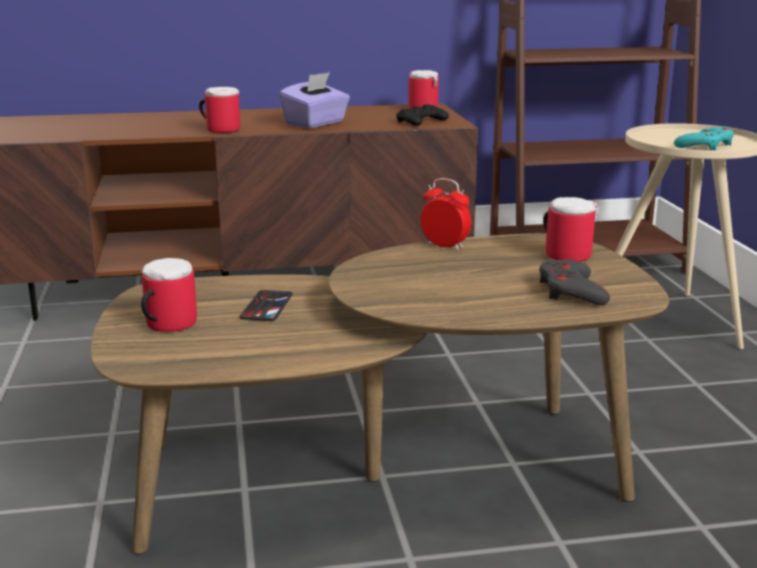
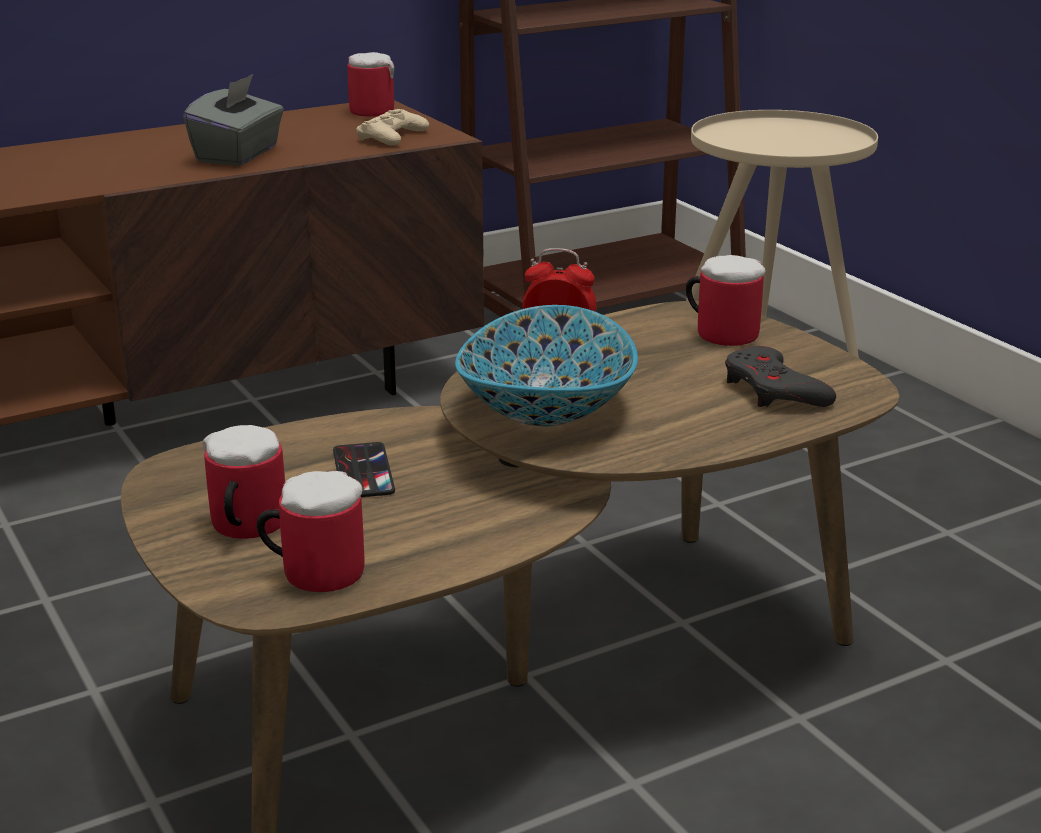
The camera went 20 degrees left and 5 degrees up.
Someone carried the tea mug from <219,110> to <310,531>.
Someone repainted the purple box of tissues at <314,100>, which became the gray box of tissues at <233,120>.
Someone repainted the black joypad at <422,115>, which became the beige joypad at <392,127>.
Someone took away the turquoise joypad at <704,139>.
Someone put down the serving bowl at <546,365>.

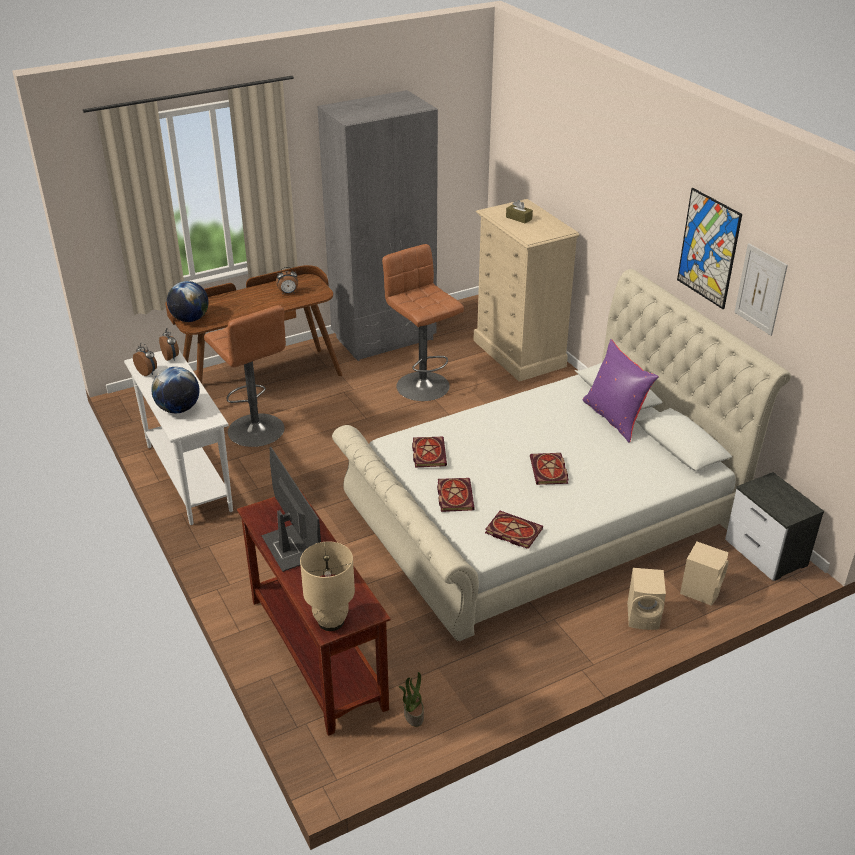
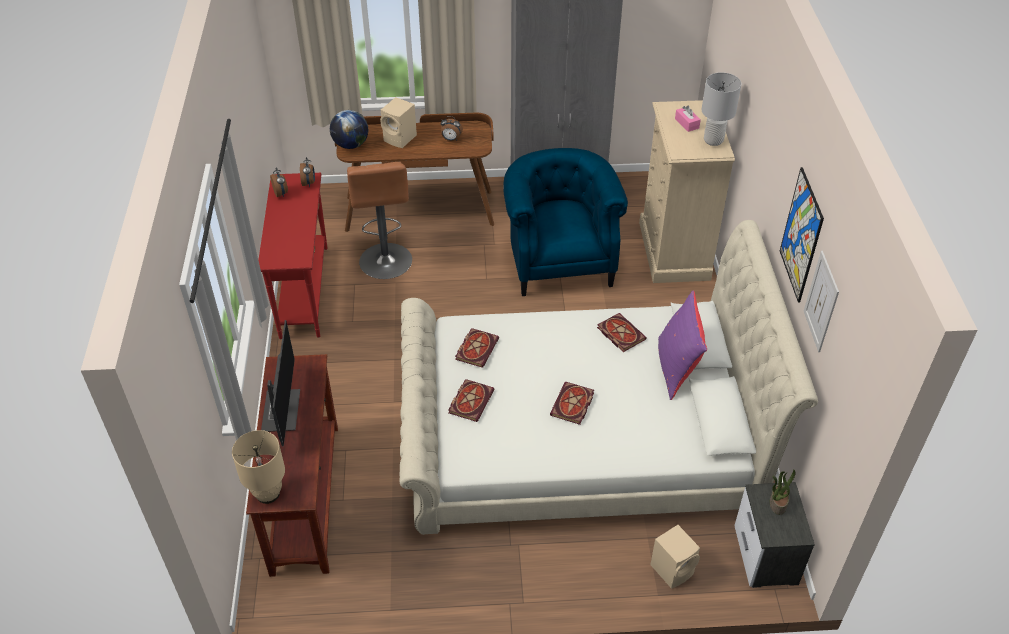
The camera went 25 degrees right and 10 degrees up.
Someone repainted the white-coloured console table at <178,438>, which became the red console table at <293,256>.
Someone took away the desk globe at <175,390>.
Someone swapped the brownish sitting stool at <423,322> for the bluish lounge chair at <565,222>.
Someone carried the houseplant from <411,699> to <783,492>.
Someone carried the volume from <514,530> to <622,332>.
Someone repainted the brownish box of tissues at <519,211>, which became the pink-coloured box of tissues at <688,119>.
Someone carried the beige loudspeaker from <646,599> to <398,122>.
Someone put down the gray table lamp at <721,109>.

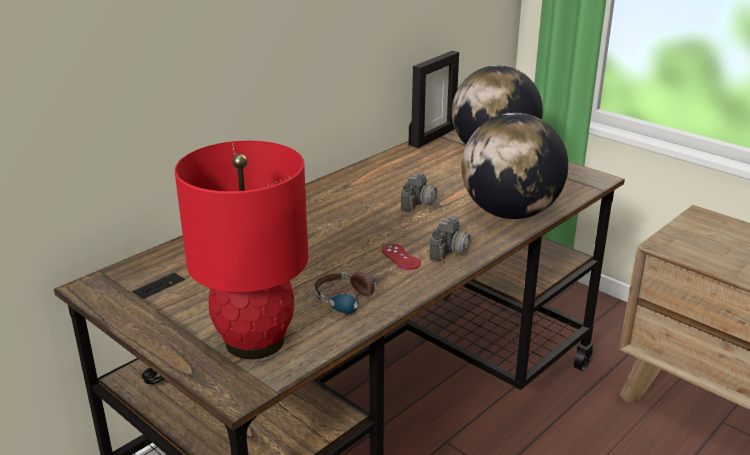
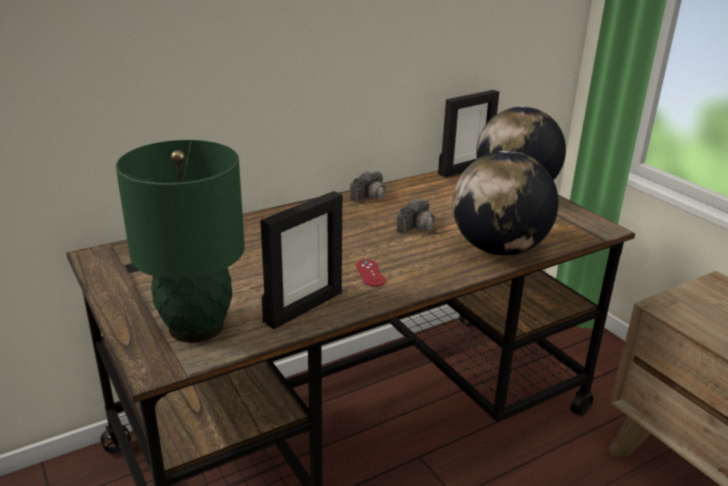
The camera went 15 degrees right and 0 degrees up.
Someone repainted the red table lamp at <241,250>, which became the green-coloured table lamp at <180,241>.
Someone swapped the pair of headphones at <347,293> for the standing frame at <301,260>.
Someone carried the still camera from <454,241> to <374,188>.

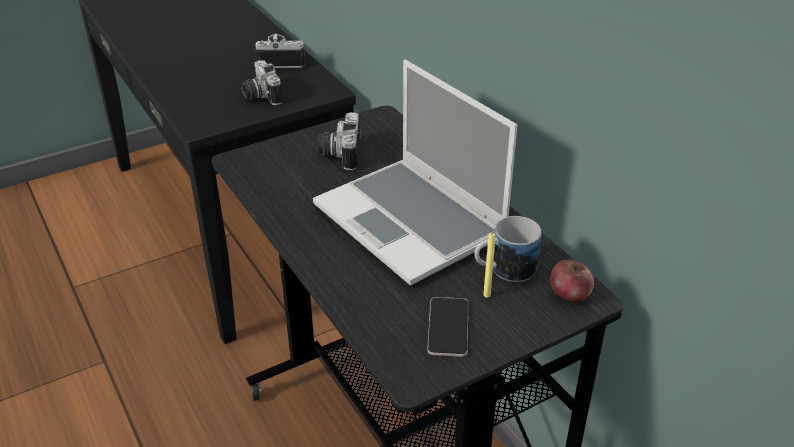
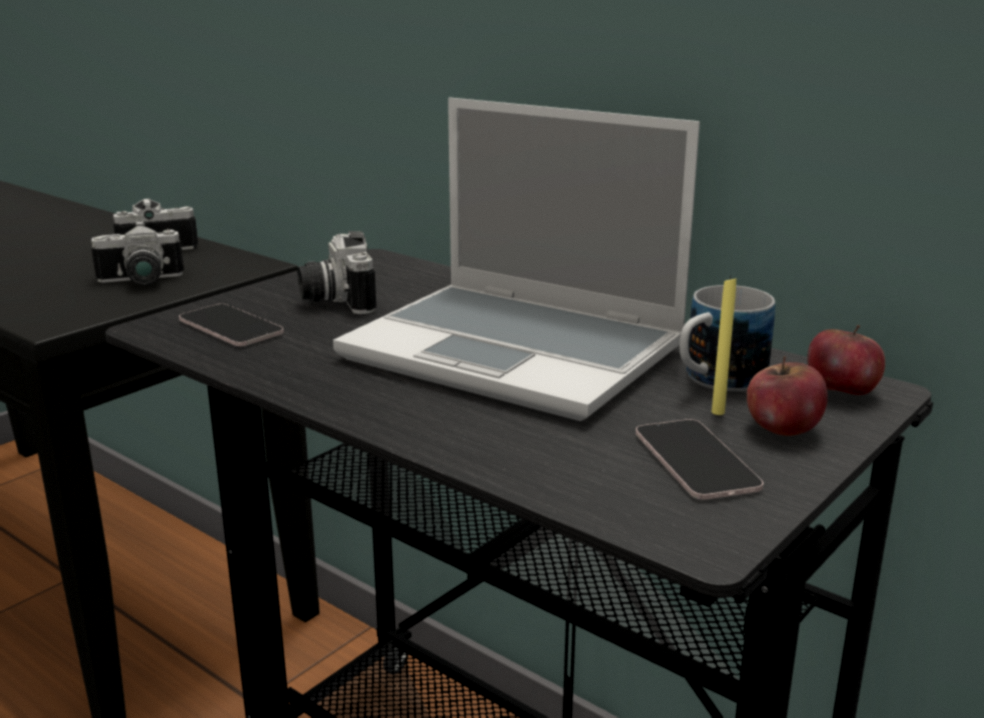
The camera went 20 degrees left and 15 degrees down.
Someone rotated the still camera at <262,82> by 60 degrees counterclockwise.
Someone put down the handset at <231,325>.
Someone put down the apple at <787,396>.

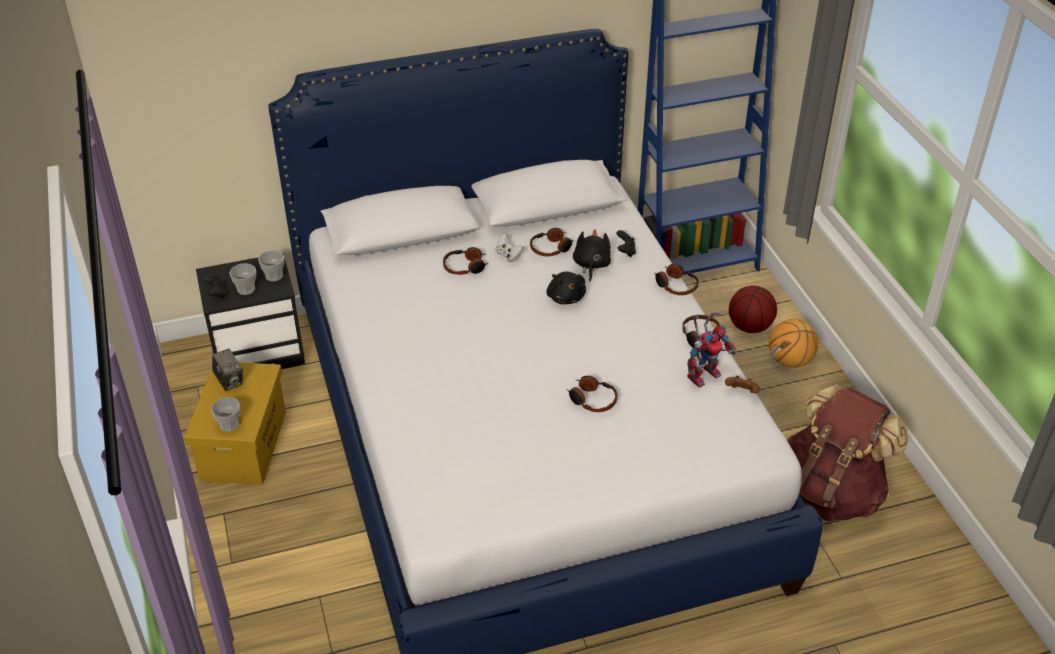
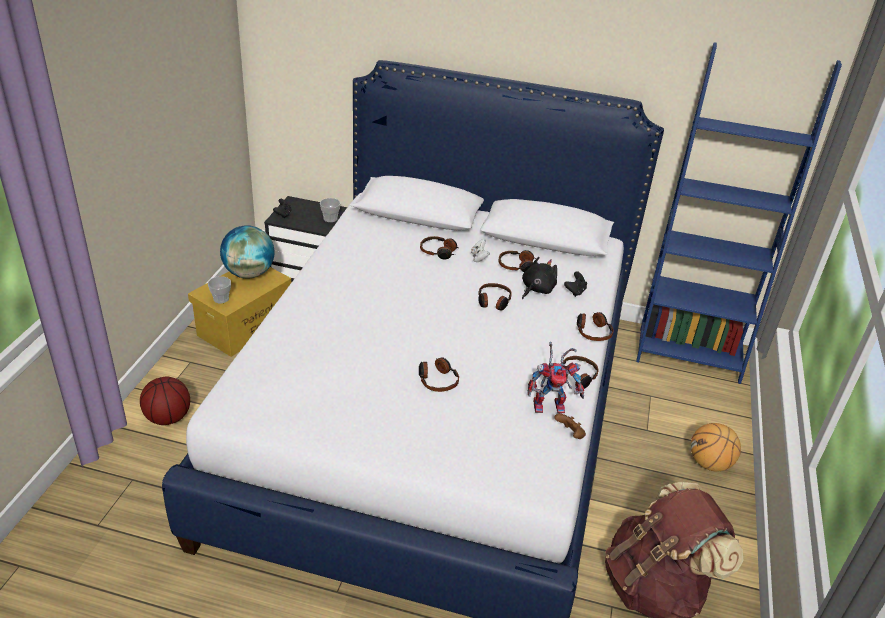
The camera went 30 degrees right and 5 degrees down.
Someone swapped the still camera at <227,370> for the desk globe at <247,252>.
Someone took away the small cup at <243,279>.
Someone swapped the black soft toy at <566,287> for the pair of headphones at <495,297>.
Someone carried the basketball ball from <753,309> to <165,401>.

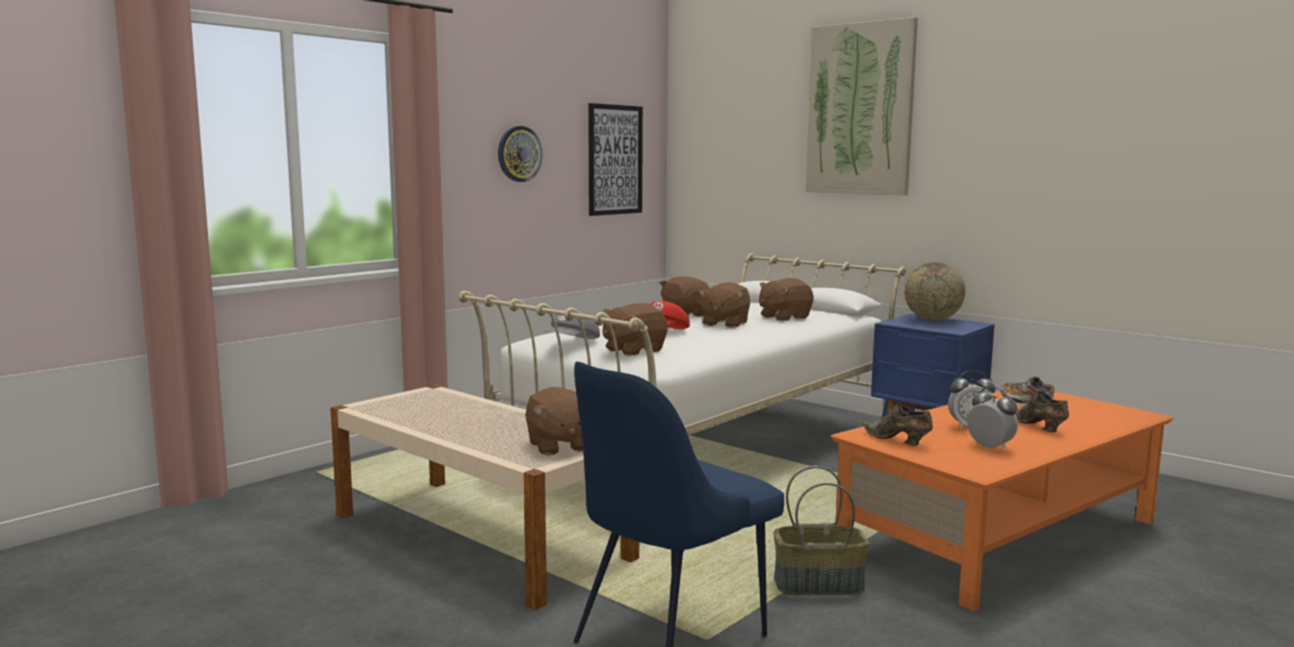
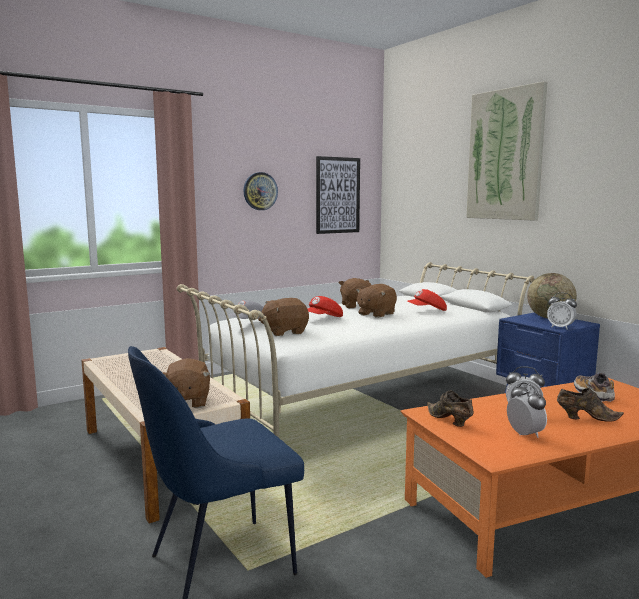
The camera went 15 degrees right and 0 degrees up.
Someone swapped the brownish soft toy at <786,299> for the red baseball cap at <427,300>.
Someone took away the storage basket at <821,530>.
Someone rotated the brownish item of footwear at <1042,411> by 105 degrees clockwise.
Someone put down the bedside clock at <562,311>.

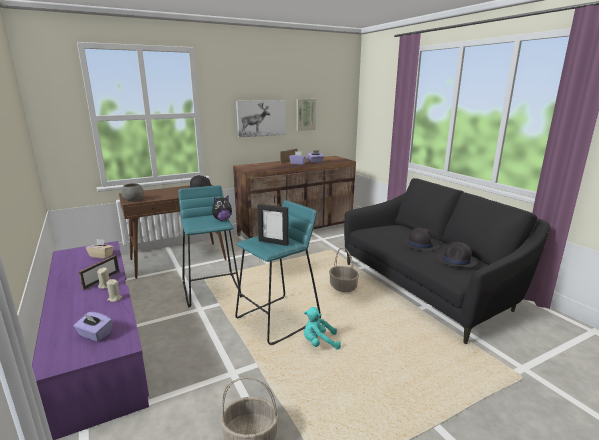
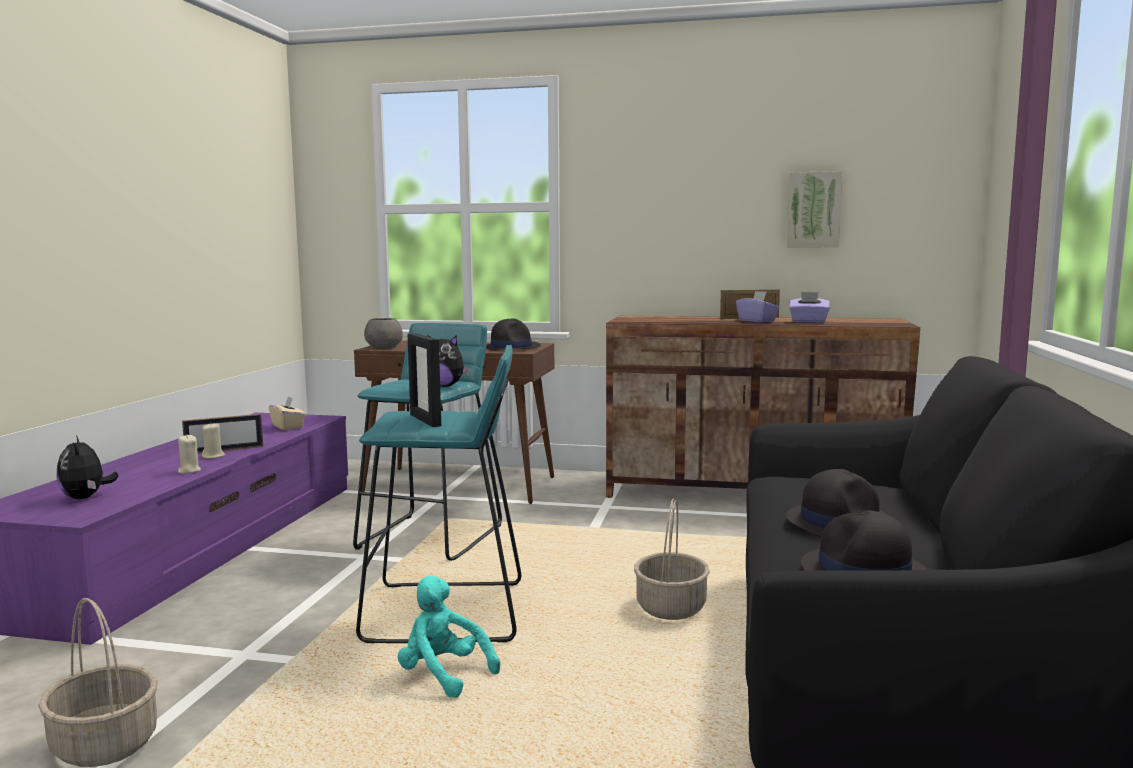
The camera went 40 degrees right and 10 degrees down.
Someone swapped the purple box of tissues at <93,327> for the soft toy at <87,467>.
Someone took away the picture at <260,119>.

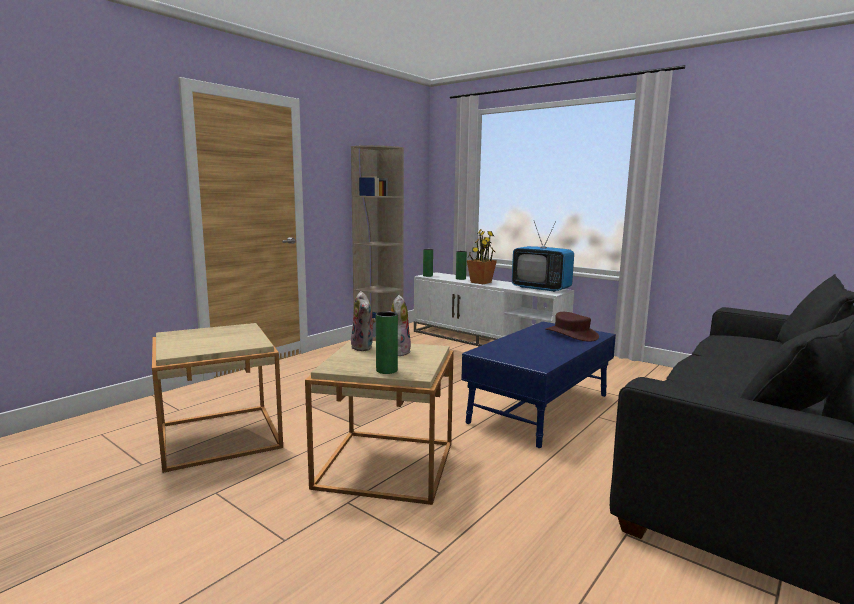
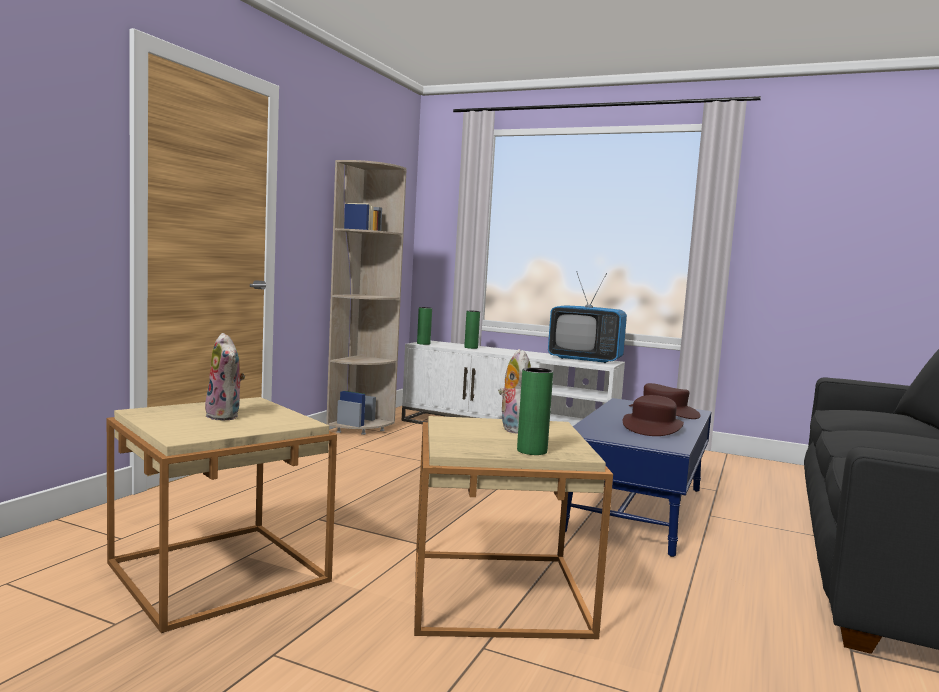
The camera went 15 degrees left and 5 degrees down.
Someone carried the soft toy from <363,321> to <225,377>.
Someone took away the houseplant at <482,256>.
Someone put down the brownish clothing hat at <653,415>.

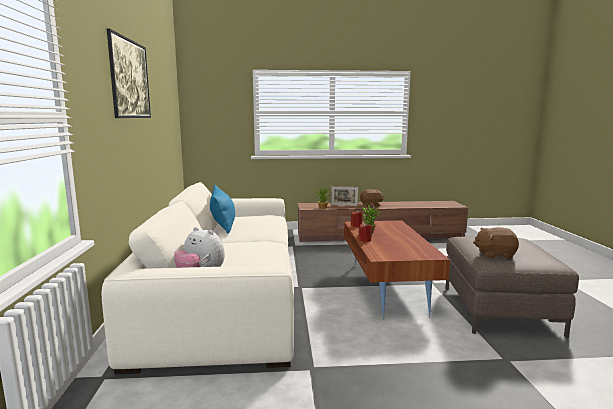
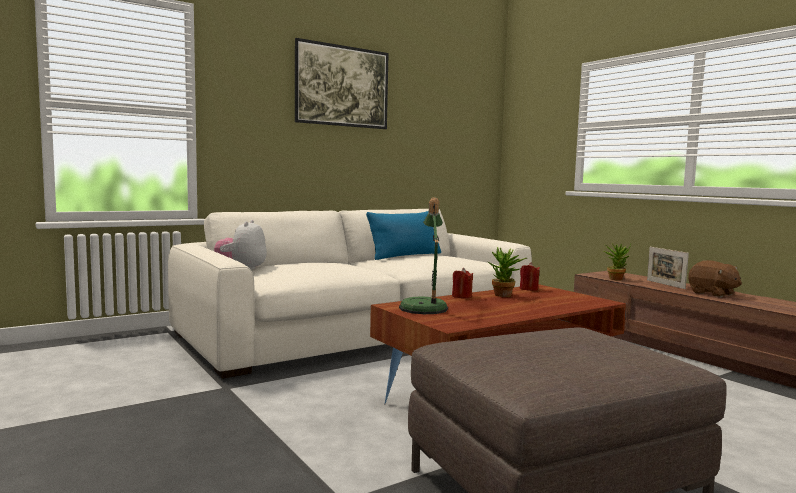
The camera went 60 degrees right and 5 degrees down.
Someone took away the brownish soft toy at <496,243>.
Someone put down the table lamp at <423,255>.

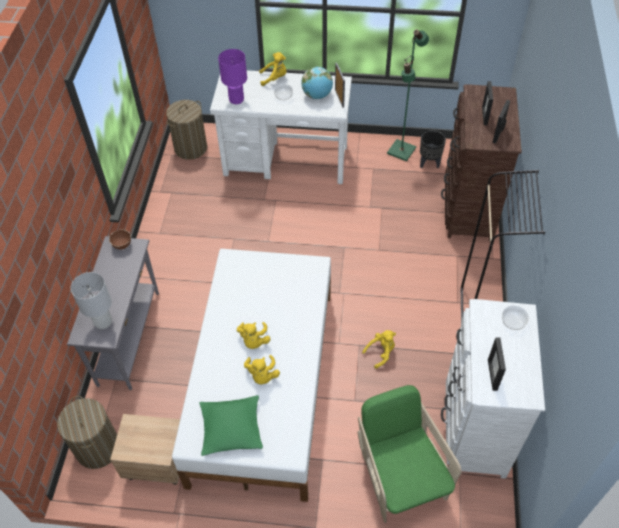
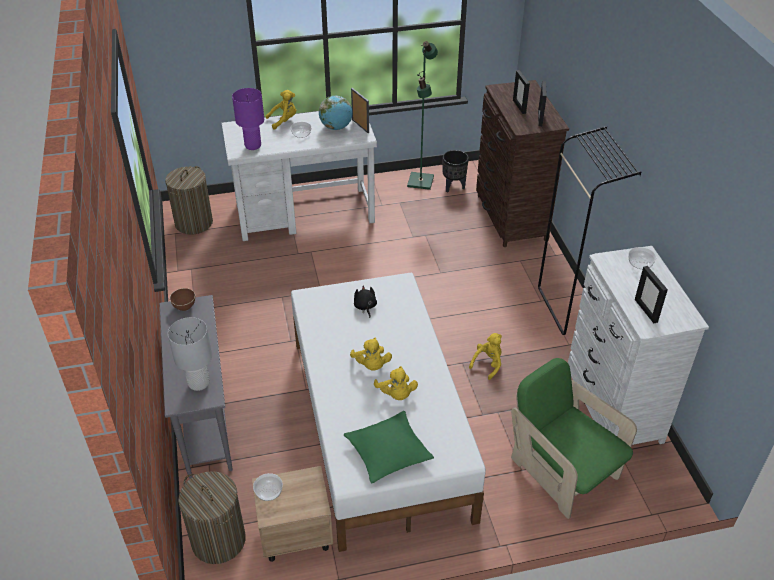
The camera went 20 degrees left and 10 degrees down.
Someone put down the serving bowl at <268,487>.
Someone put down the black soft toy at <365,302>.

